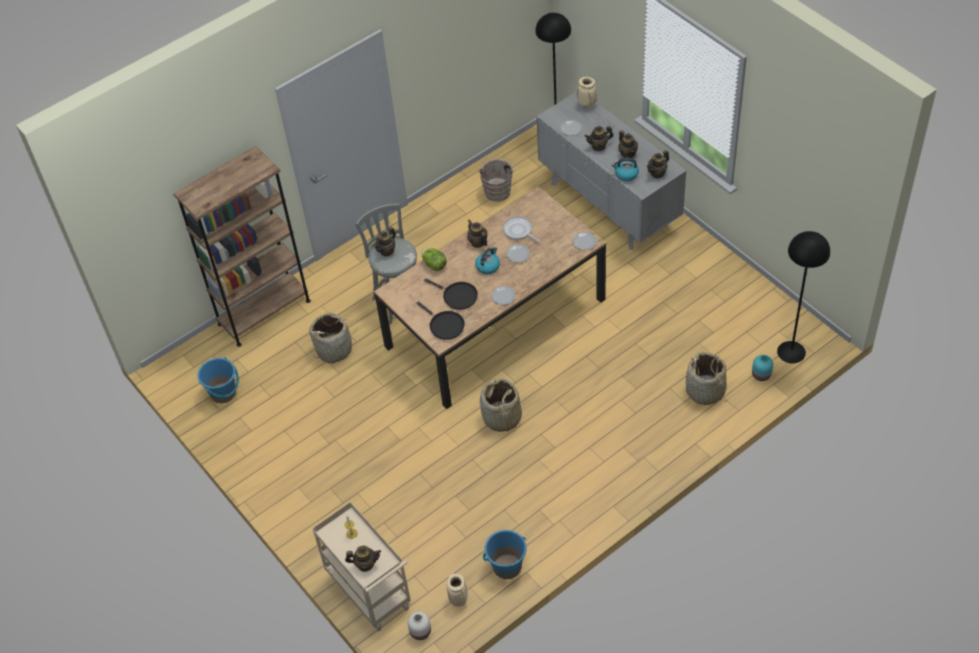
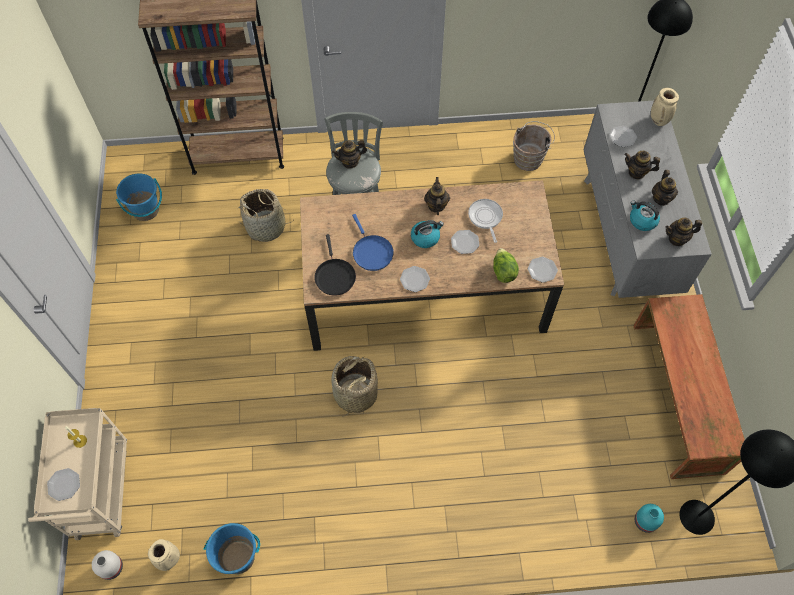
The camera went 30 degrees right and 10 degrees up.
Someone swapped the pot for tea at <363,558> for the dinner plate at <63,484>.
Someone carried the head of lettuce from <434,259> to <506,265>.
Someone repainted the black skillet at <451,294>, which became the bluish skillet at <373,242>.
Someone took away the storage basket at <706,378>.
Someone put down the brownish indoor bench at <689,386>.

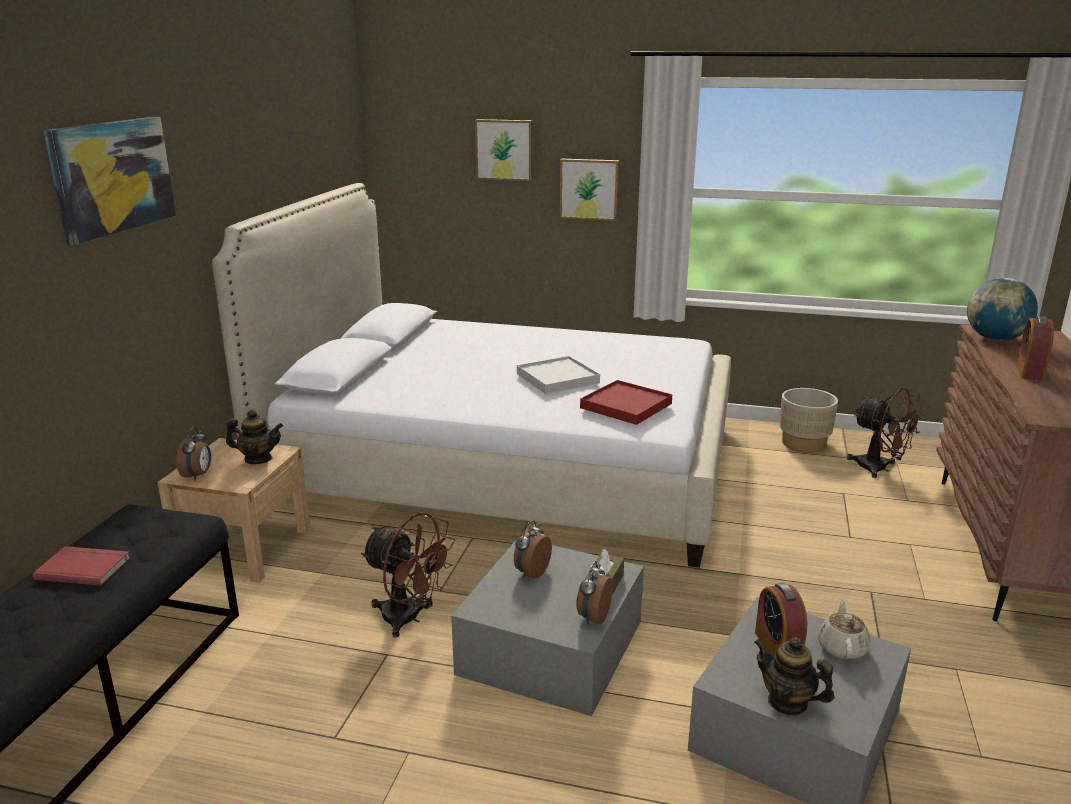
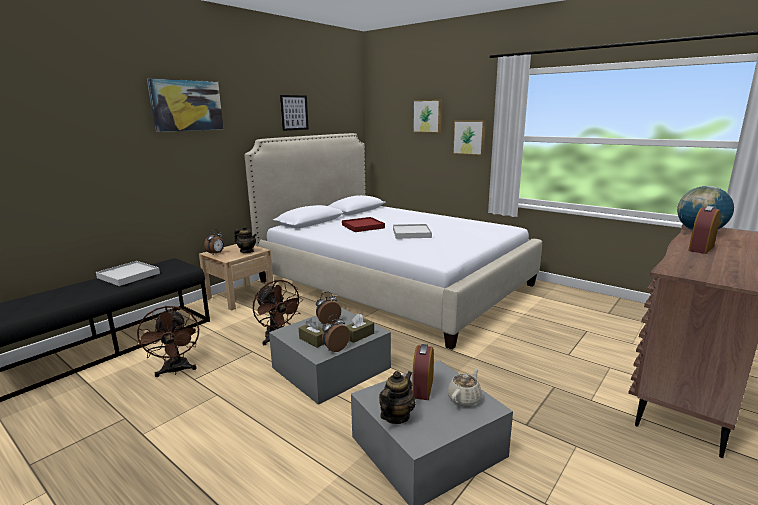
The camera went 25 degrees right and 5 degrees down.
Someone swapped the red volume at <81,566> for the white-coloured serving tray at <128,273>.
Someone carried the red serving tray from <626,402> to <363,224>.
Someone rotated the pot for tea at <794,676> by 60 degrees clockwise.
Someone took away the beige planter at <809,420>.
Someone carried the brownish electric fan from <886,433> to <168,341>.
Someone put up the picture at <294,113>.
Someone put down the brownish box of tissues at <311,333>.

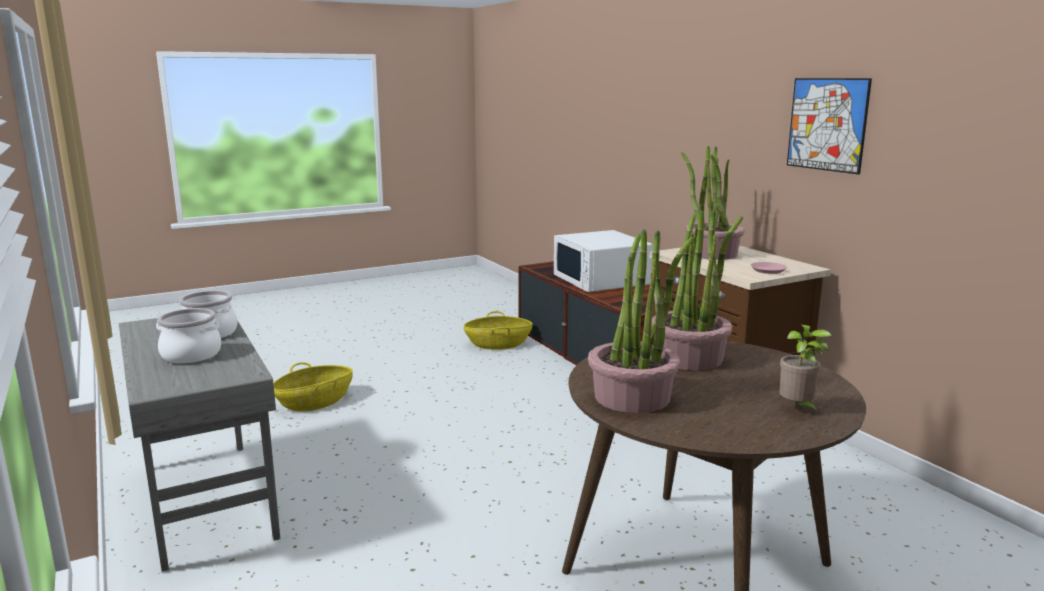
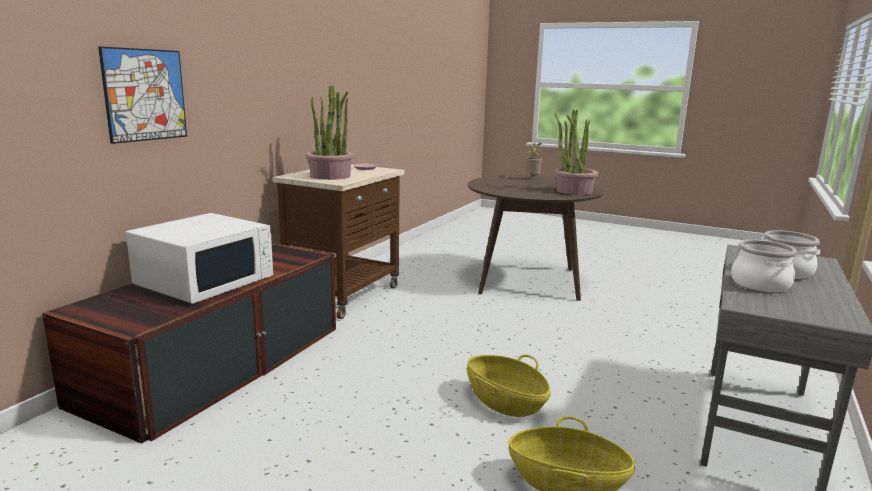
The camera went 125 degrees left and 0 degrees up.
Someone carried the storage basket from <498,330> to <509,385>.
Someone took away the houseplant at <697,290>.
Someone carried the picture from <829,126> to <142,95>.

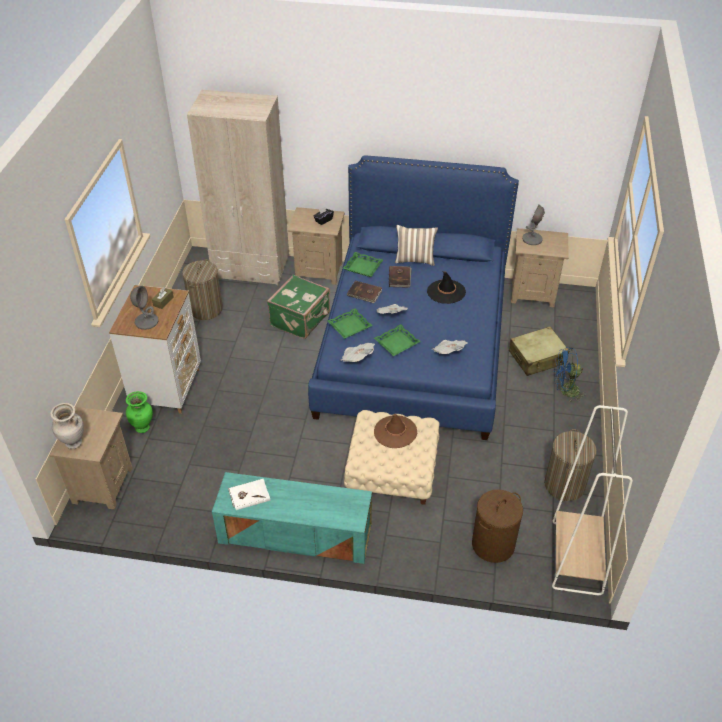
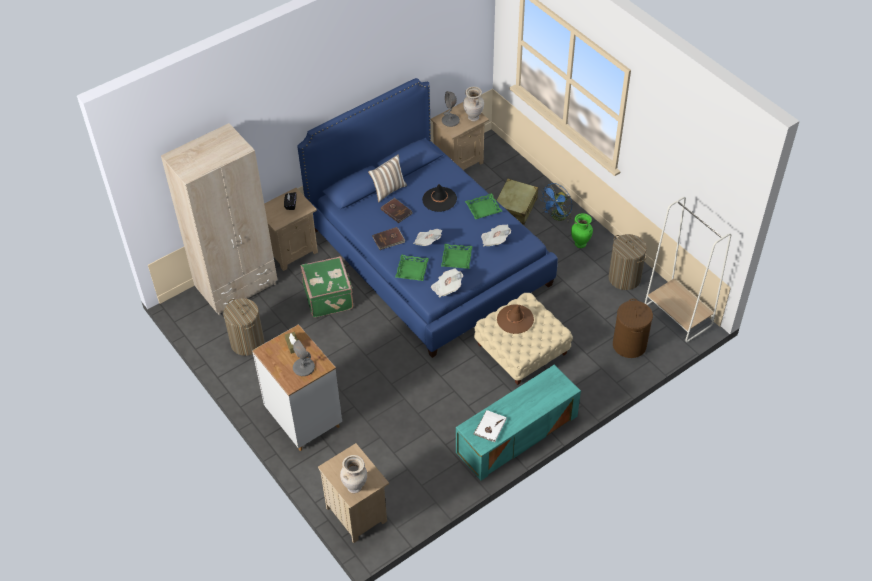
The camera went 45 degrees left and 5 degrees up.
Someone carried the green-coloured vase from <139,412> to <582,230>.
Someone carried the green-coloured serving tray from <363,264> to <483,206>.
Someone put down the beige vase at <473,104>.

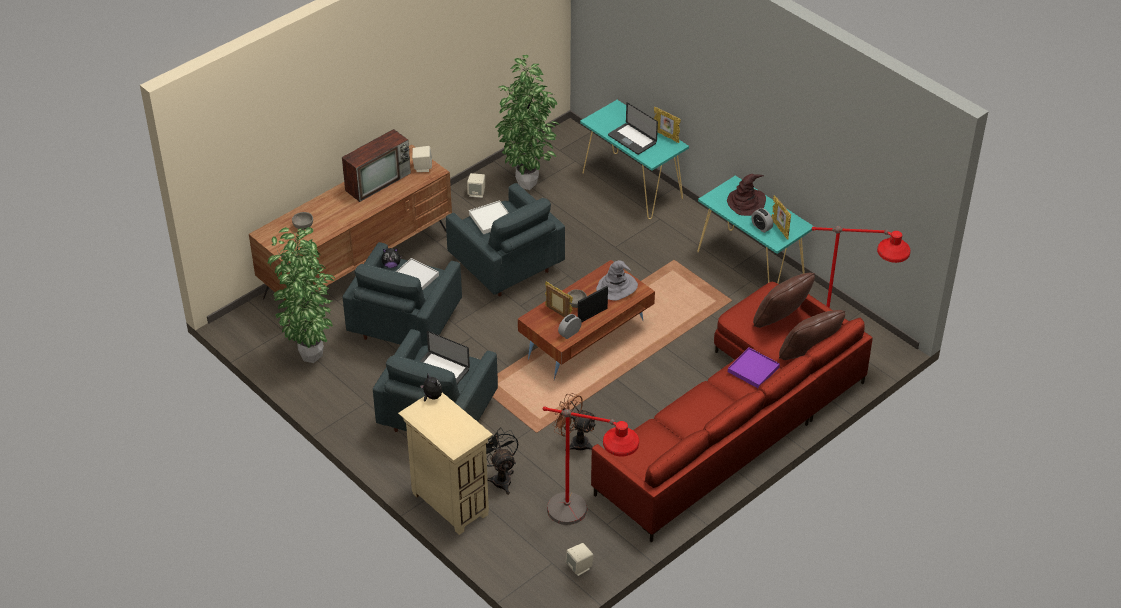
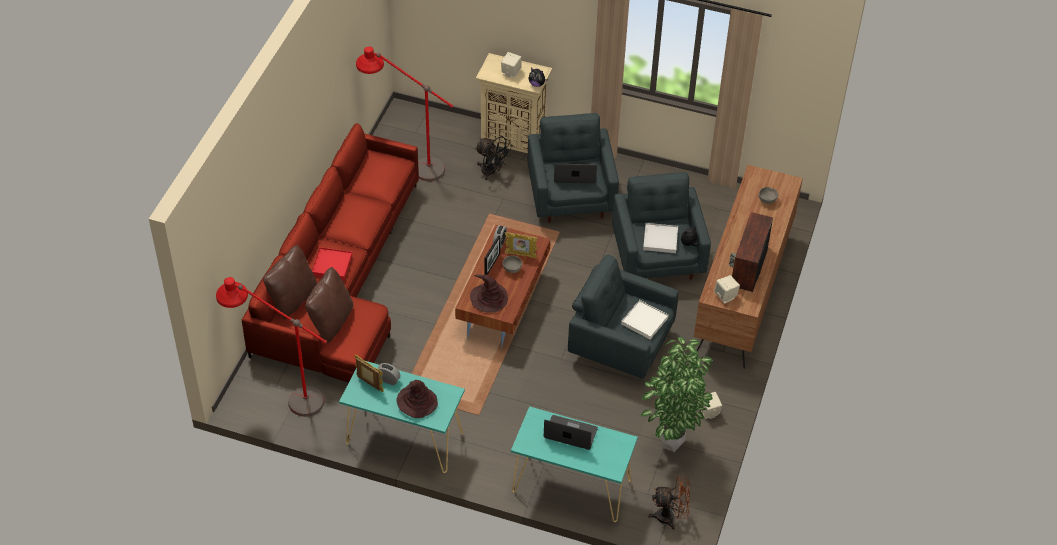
The camera went 150 degrees right and 5 degrees up.
Someone took away the houseplant at <302,295>.
Someone carried the brownish electric fan from <574,422> to <669,503>.
Someone carried the beige loudspeaker from <579,559> to <511,65>.
Someone repainted the gray clothing hat at <617,280>, which became the brownish clothing hat at <489,293>.
Someone took away the standing frame at <667,125>.
Someone repainted the purple serving tray at <754,368>, which became the red serving tray at <332,263>.

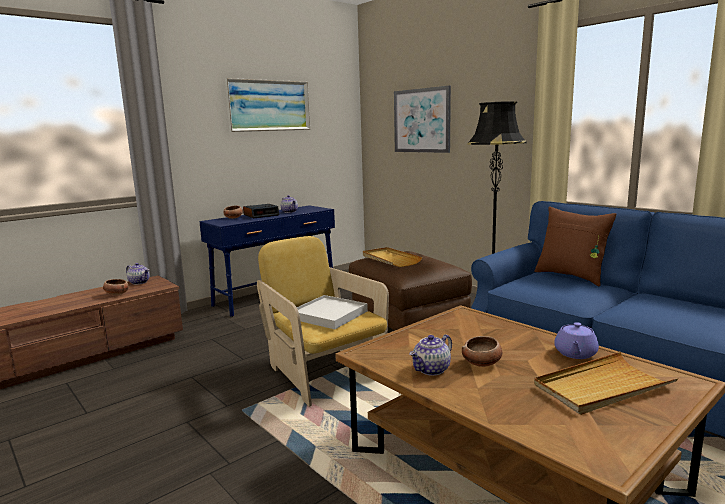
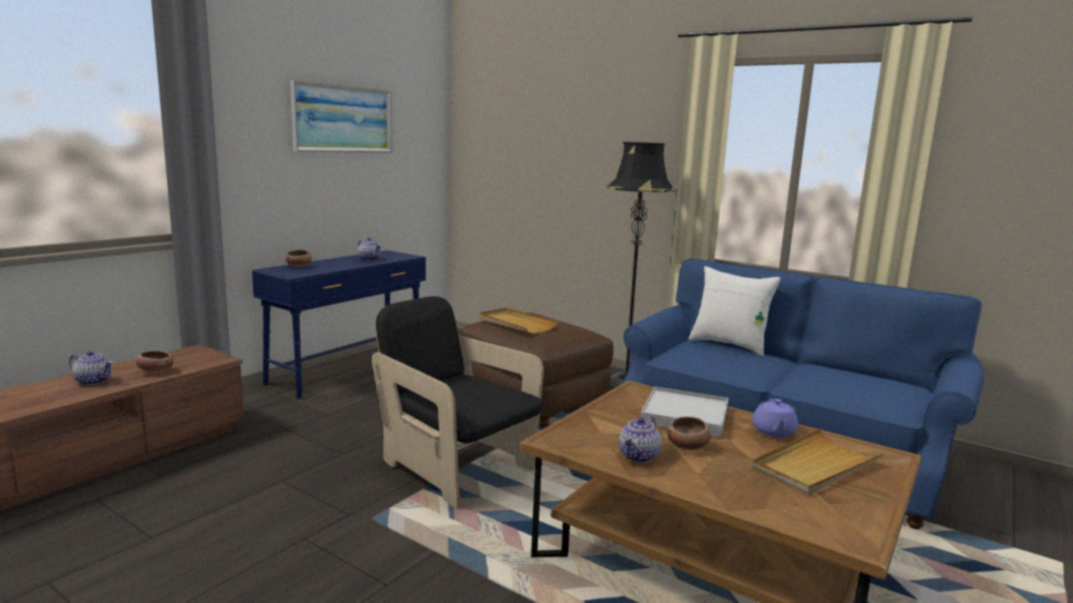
The camera went 15 degrees left and 0 degrees up.
Someone carried the pot for tea from <138,274> to <91,368>.
Someone took away the bedside clock at <261,211>.
Someone repainted the yellow lounge chair at <323,321>, which became the black lounge chair at <458,402>.
Someone carried the white-coloured serving tray from <332,312> to <684,411>.
Someone took away the picture at <422,119>.
Someone repainted the brownish throw pillow at <575,246>, which became the white-coloured throw pillow at <734,311>.

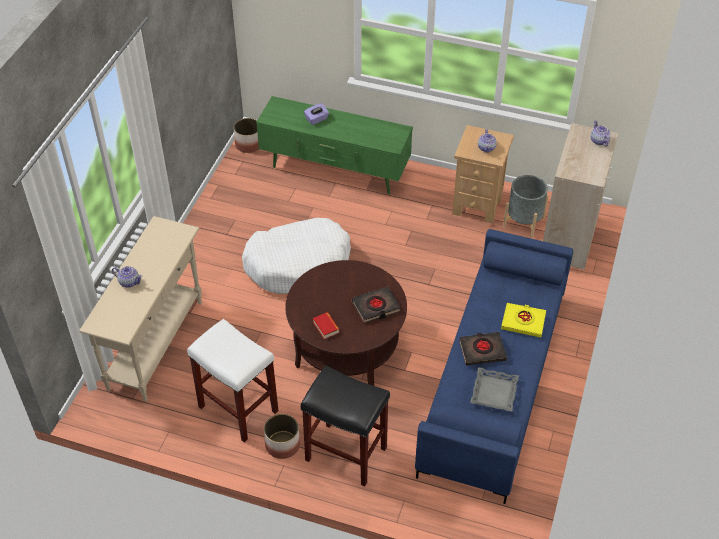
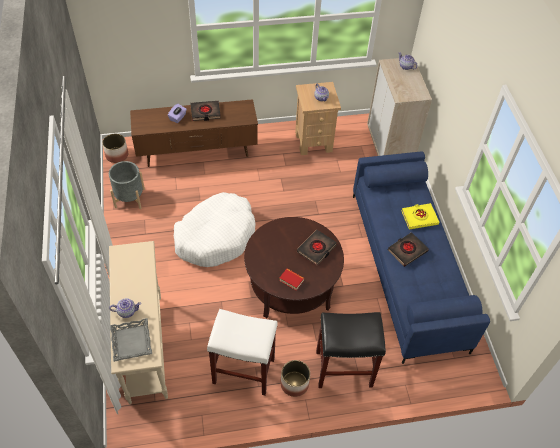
The camera went 30 degrees left and 5 degrees up.
Someone repainted the green-coloured tv stand at <334,145>, which became the brownish tv stand at <194,133>.
Someone carried the gray serving tray from <494,389> to <131,340>.
Someone carried the gray planter from <526,206> to <127,185>.
Someone put down the black volume at <205,111>.

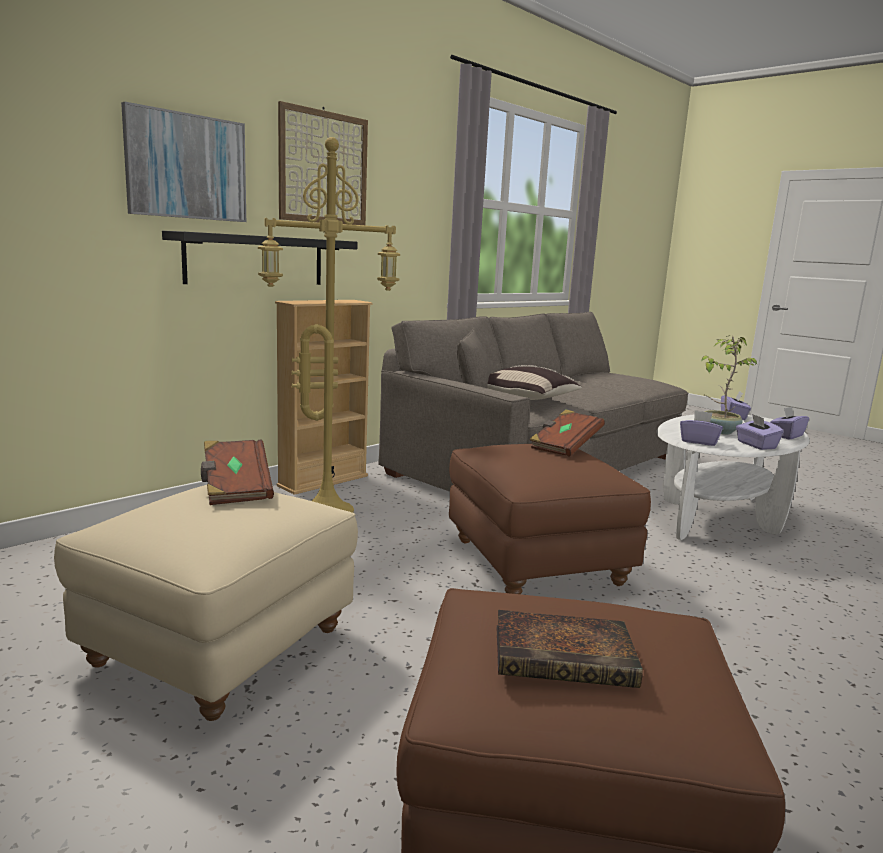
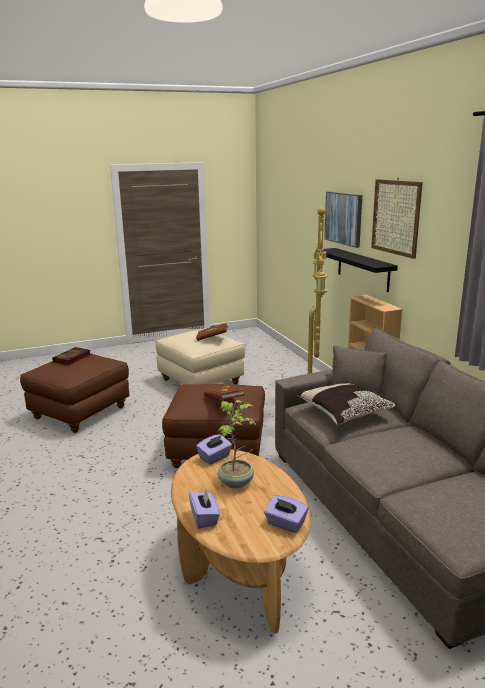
The camera went 115 degrees right and 5 degrees up.
Someone repainted the white-coloured low table at <733,477>, which became the brownish low table at <241,541>.
Someone took away the purple box of tissues at <760,432>.

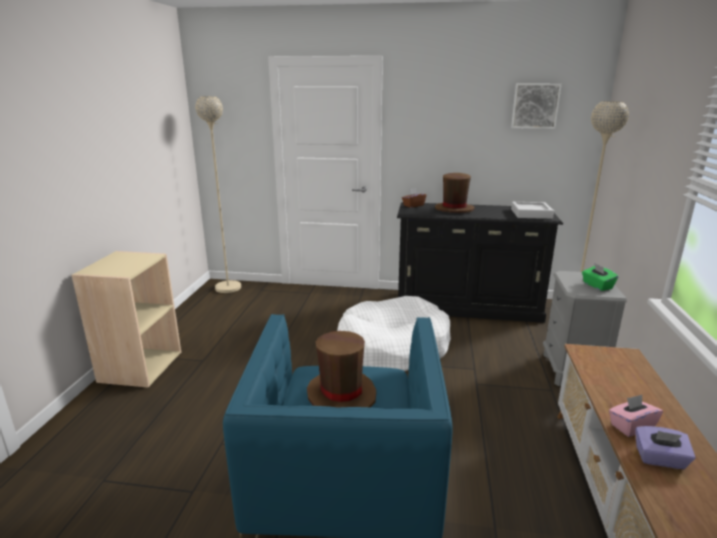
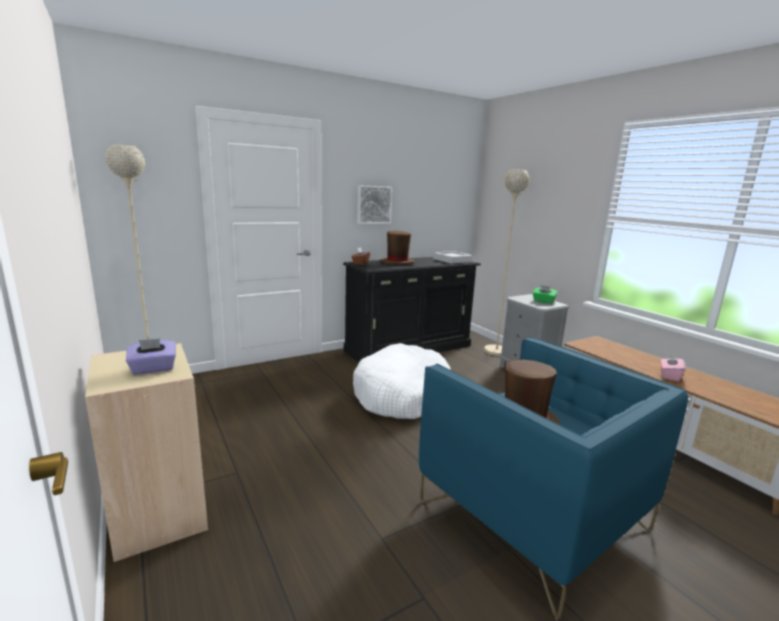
The camera went 40 degrees left and 5 degrees down.
Someone carried the picture from <536,106> to <374,204>.
Someone carried the purple box of tissues from <665,447> to <151,356>.

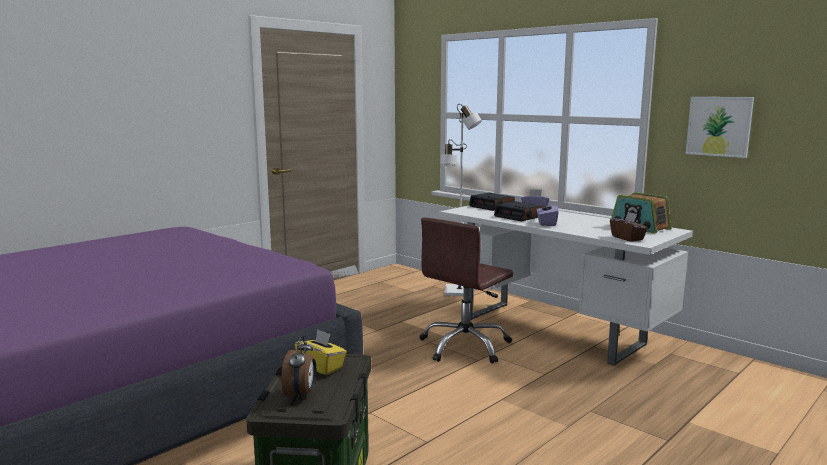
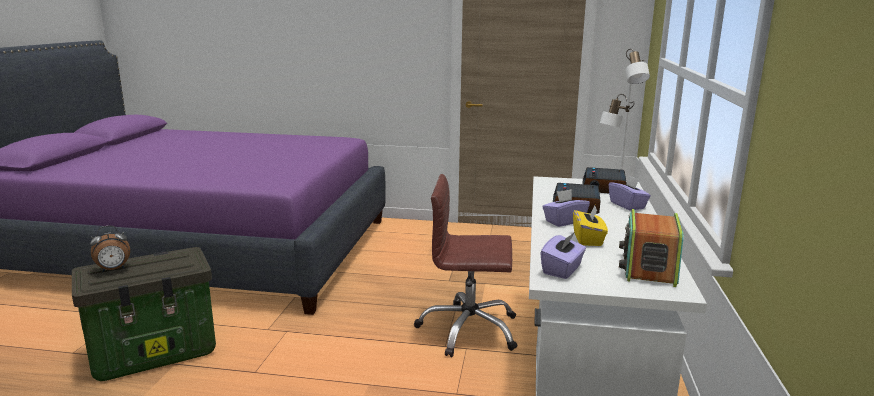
The camera went 55 degrees right and 5 degrees up.
Someone carried the yellow box of tissues from <321,352> to <590,226>.
Someone repainted the brownish box of tissues at <629,227>, which became the purple box of tissues at <563,255>.
Someone took away the picture at <720,127>.

